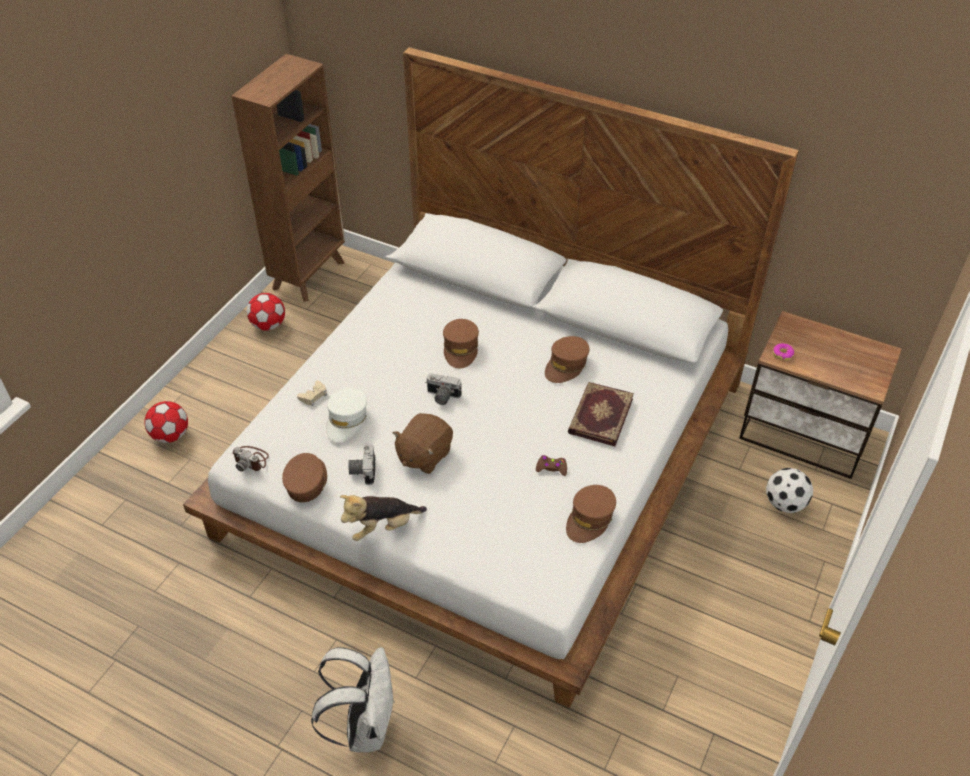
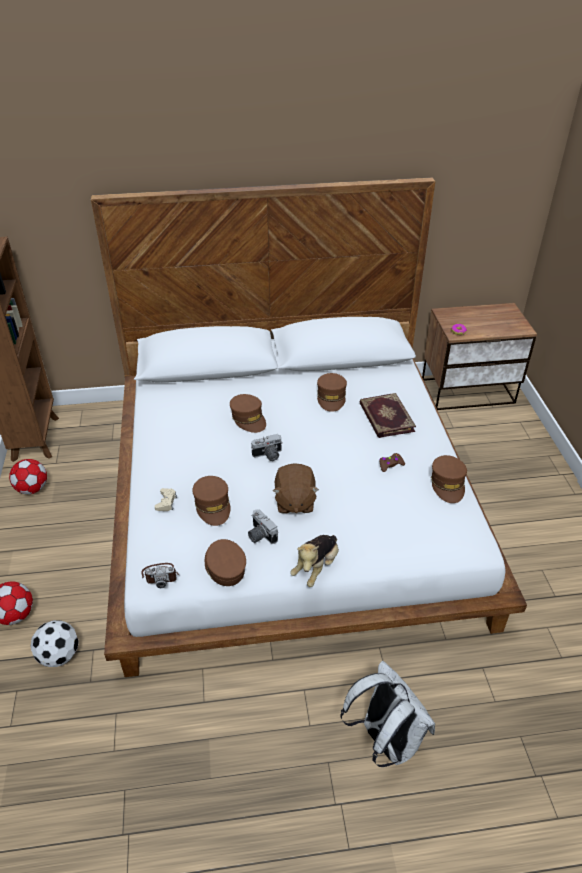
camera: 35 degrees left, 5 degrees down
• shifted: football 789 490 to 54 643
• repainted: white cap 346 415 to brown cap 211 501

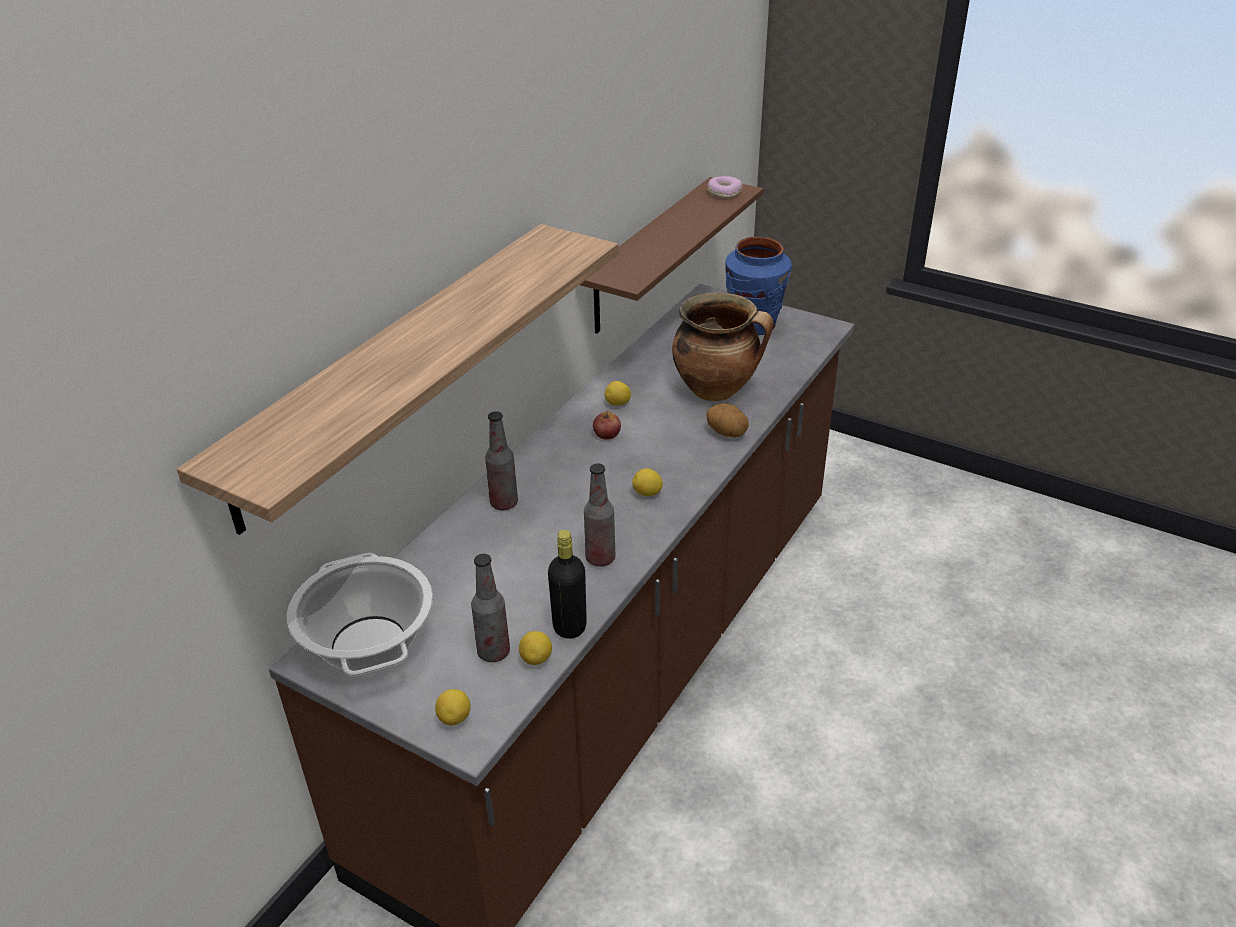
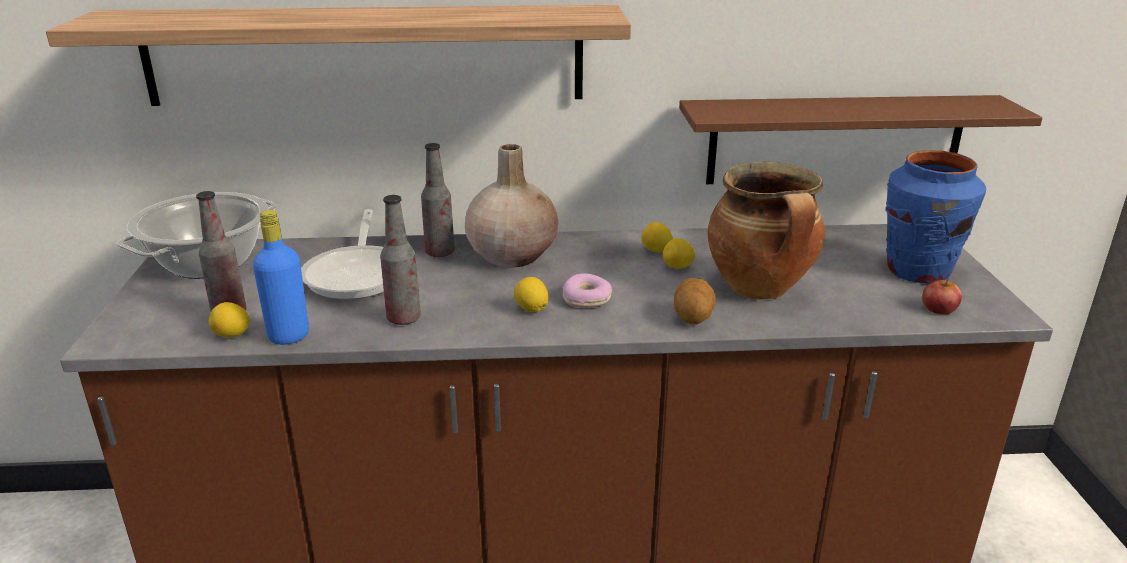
camera: 55 degrees right, 10 degrees down
• new: frying pan 342 254
• new: beige vase 511 206
• shifted: lemon 453 707 to 679 253
• shifted: apple 607 426 to 942 296
• shifted: donut 725 187 to 587 290
• repainted: black bottle 567 584 to blue bottle 281 277

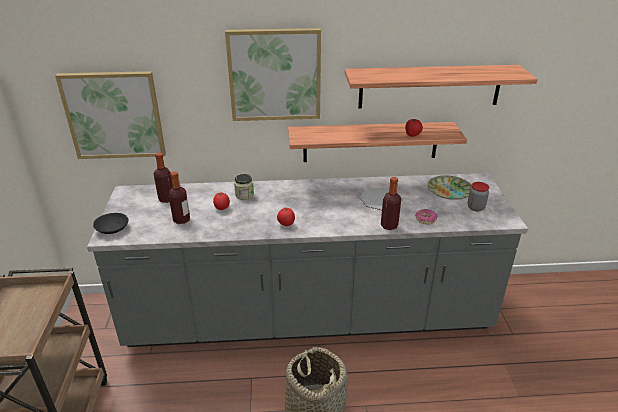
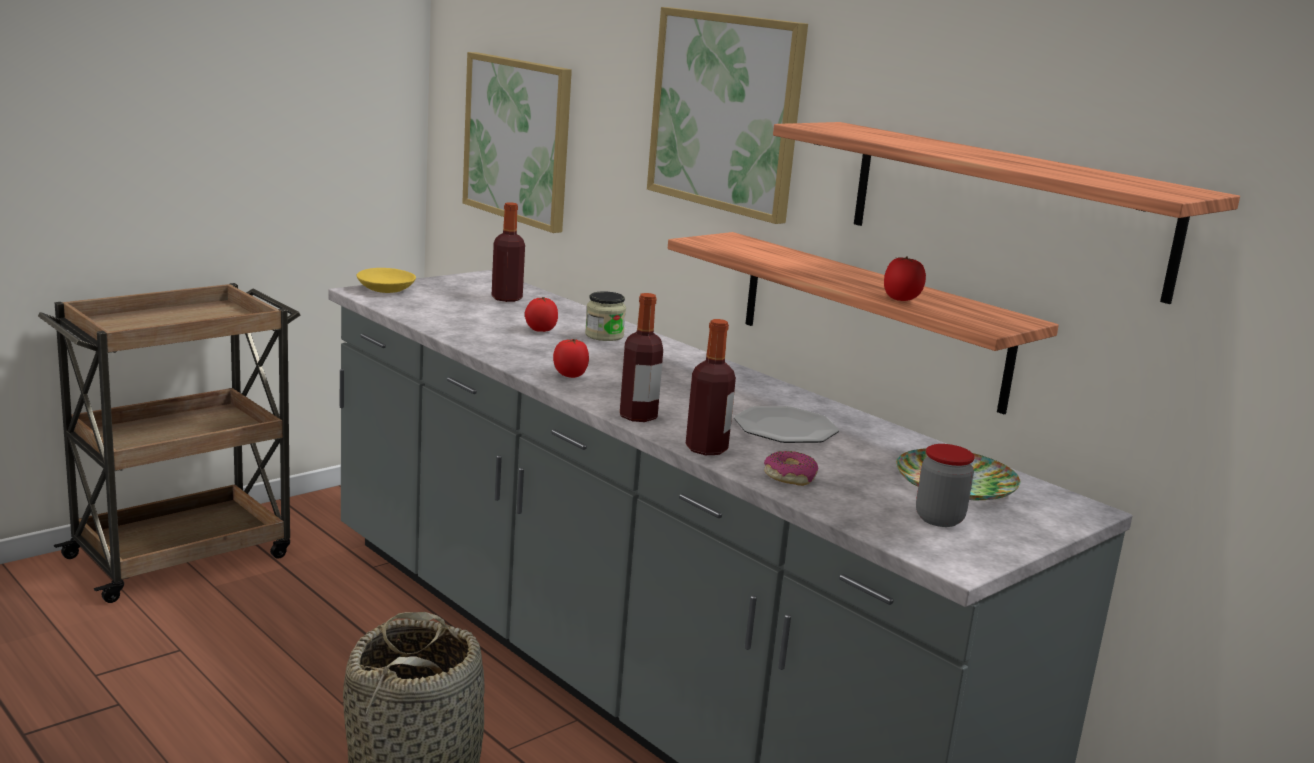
camera: 50 degrees right, 15 degrees down
• shifted: bottle 179 197 to 641 357
• repainted: black bowl 111 223 to yellow bowl 386 280

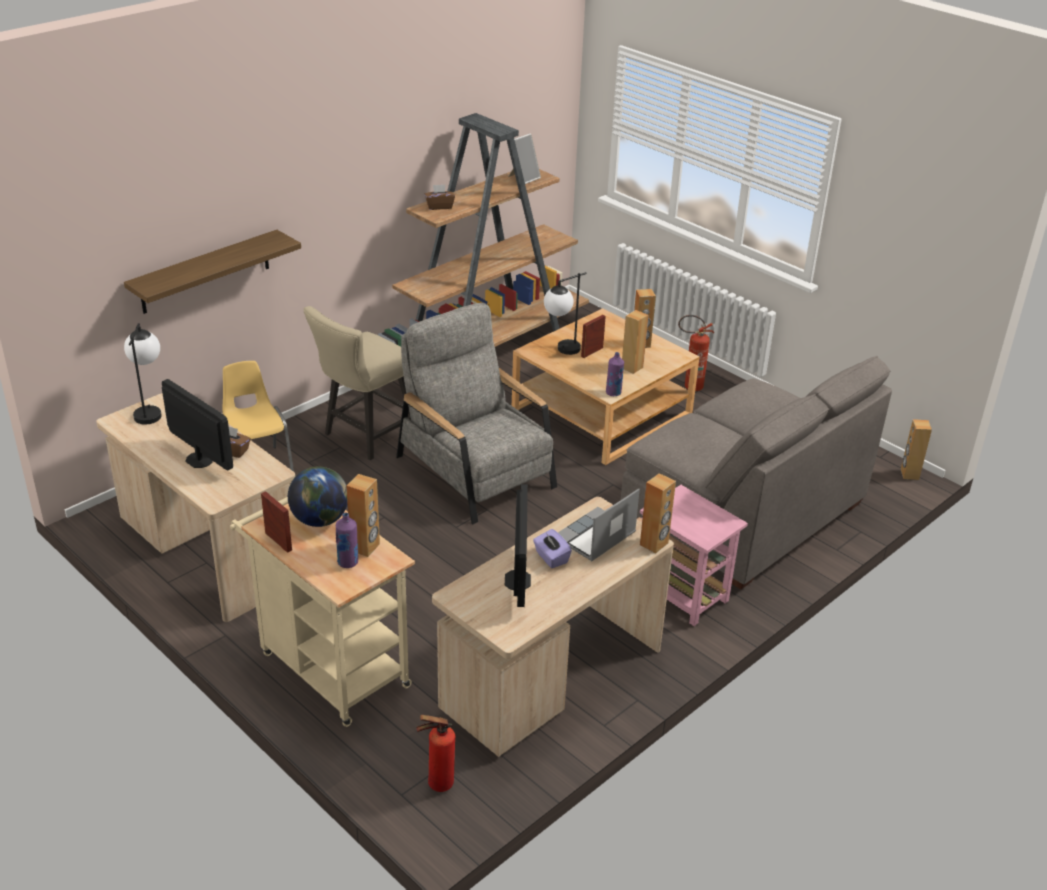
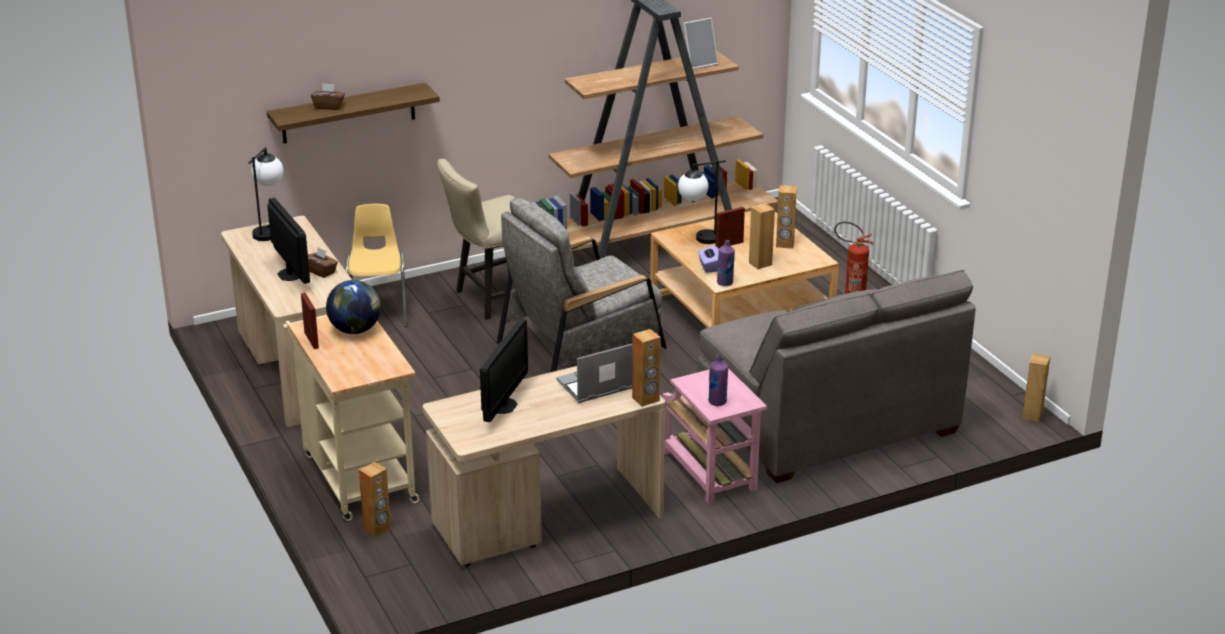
camera: 20 degrees right, 5 degrees down
• gone: fire extinguisher 435 753
• shifted: purple bottle 347 540 to 718 380
• shifted: brown speaker 363 515 to 375 499
• shifted: brown tissue box 439 197 to 328 96
• shifted: purple tissue box 552 548 to 708 258
• rotated: grey armchair 476 414 = 582 285 105 degrees counterclockwise

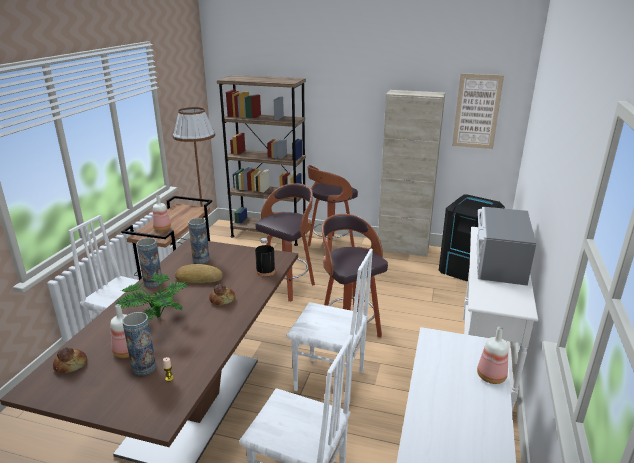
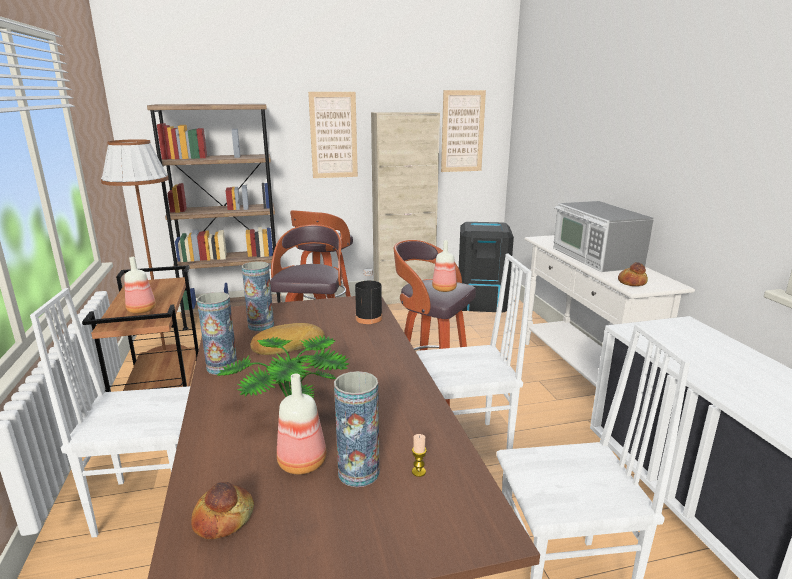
camera: 30 degrees left, 5 degrees down
• new: picture 333 135
• shifted: bread 222 294 to 633 274
• shifted: bottle 492 355 to 444 266

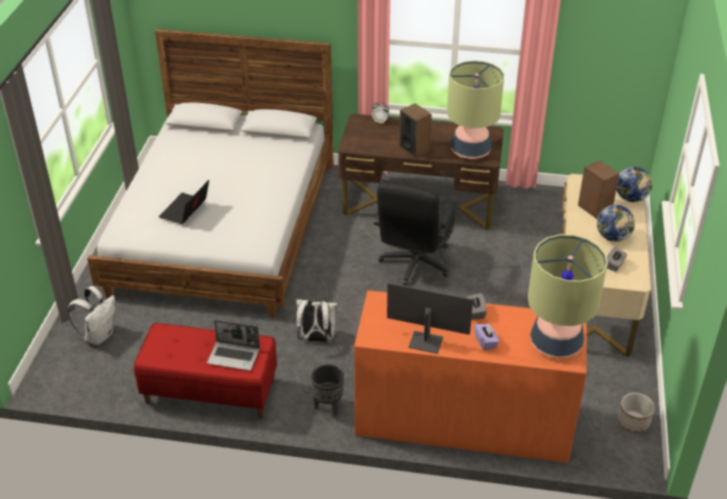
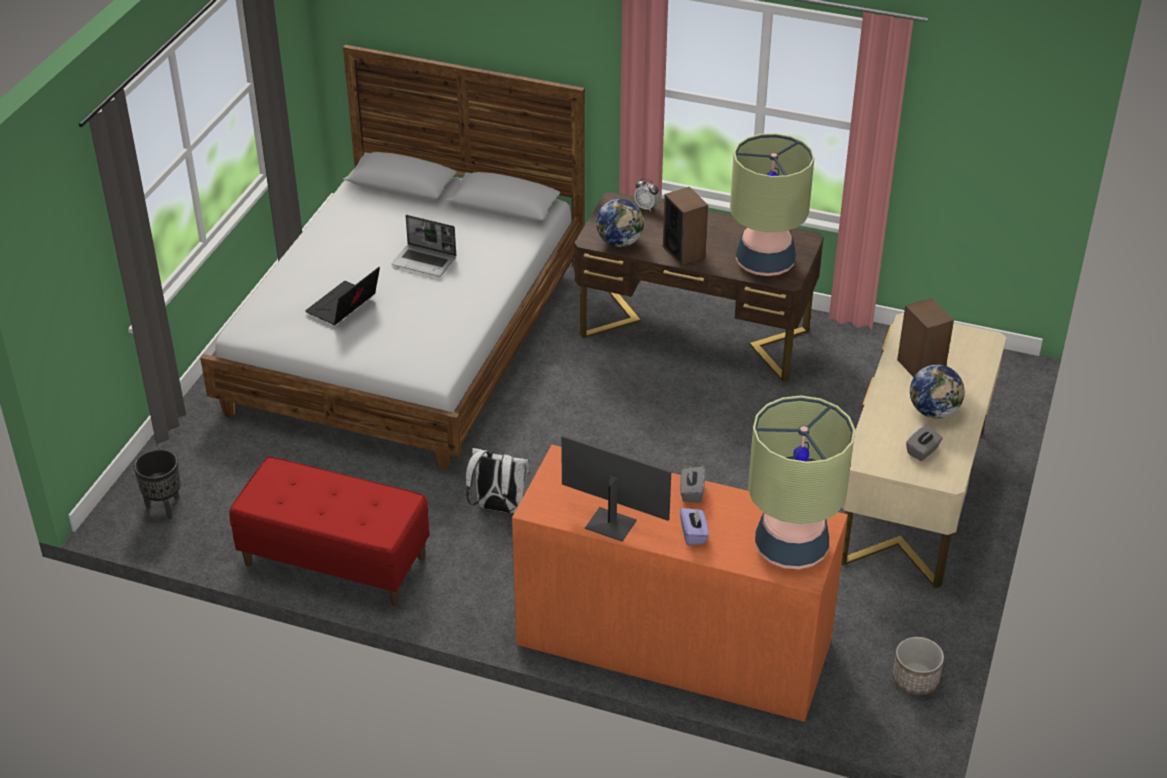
camera: 10 degrees right, 0 degrees up
• gone: white backpack 91 315
• gone: black office chair 415 234
• shifted: laptop 233 345 to 424 246
• shifted: black planter 327 390 to 157 484
• shifted: globe 634 184 to 620 223

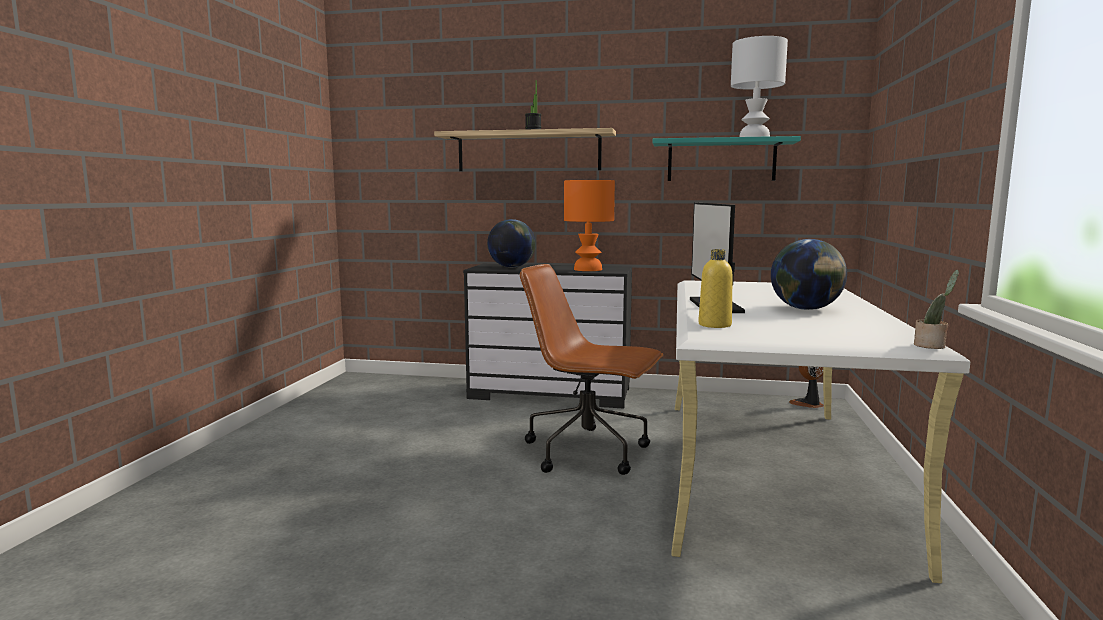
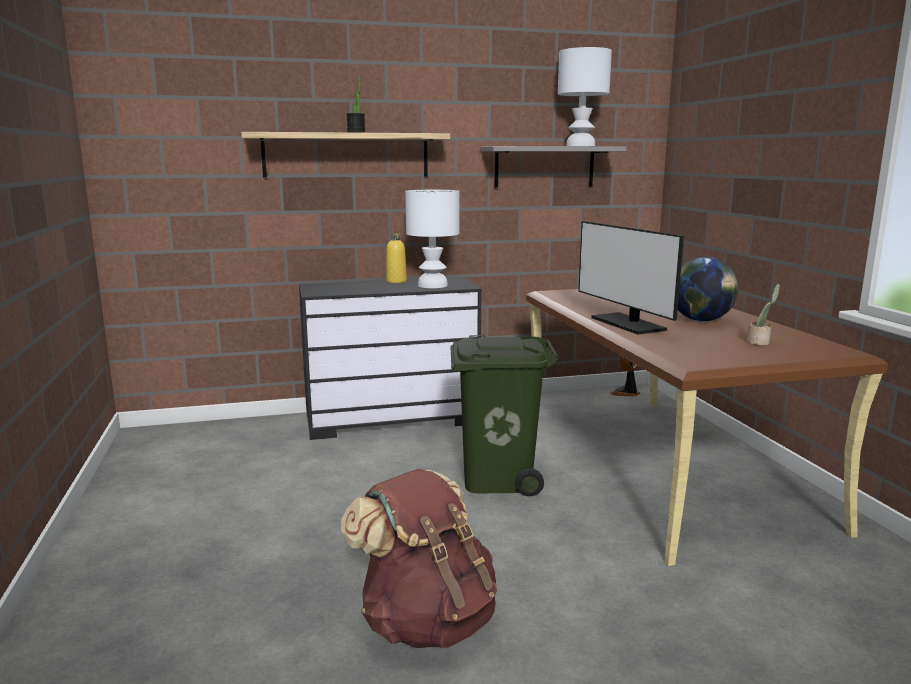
camera: 25 degrees left, 5 degrees up
• gone: globe 511 243
• new: brown backpack 419 558
• shifted: yellow bottle 715 288 to 396 258
• shifted: potted plant 936 309 to 763 314
• swapped: brown office chair 591 369 to green trash can 505 415
• repainted: orange table lamp 589 225 to white table lamp 432 239
• repainted: turquoise shelf 726 158 to grey shelf 553 167
• repainted: white desk 821 431 to brown desk 707 427

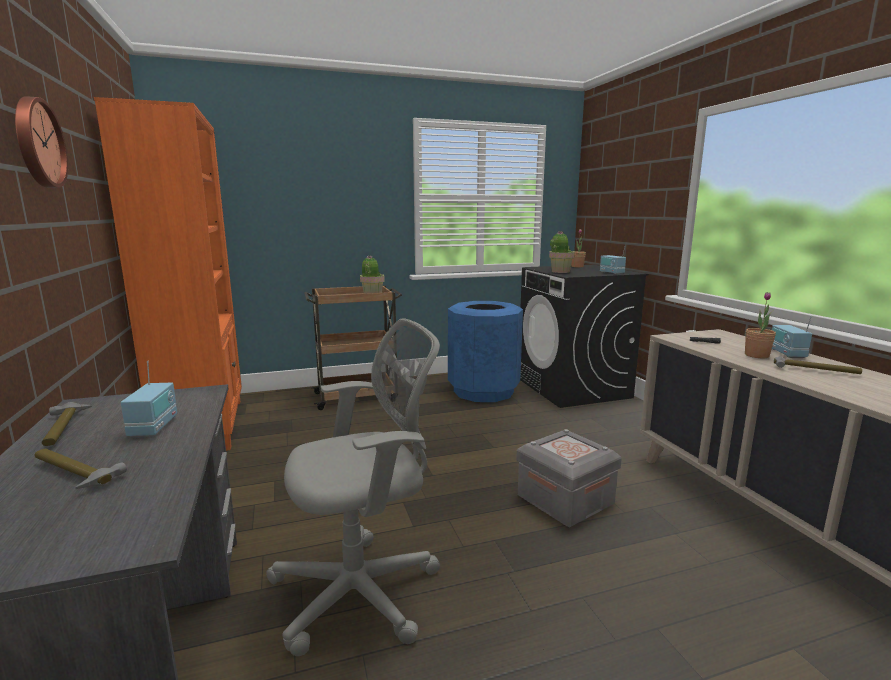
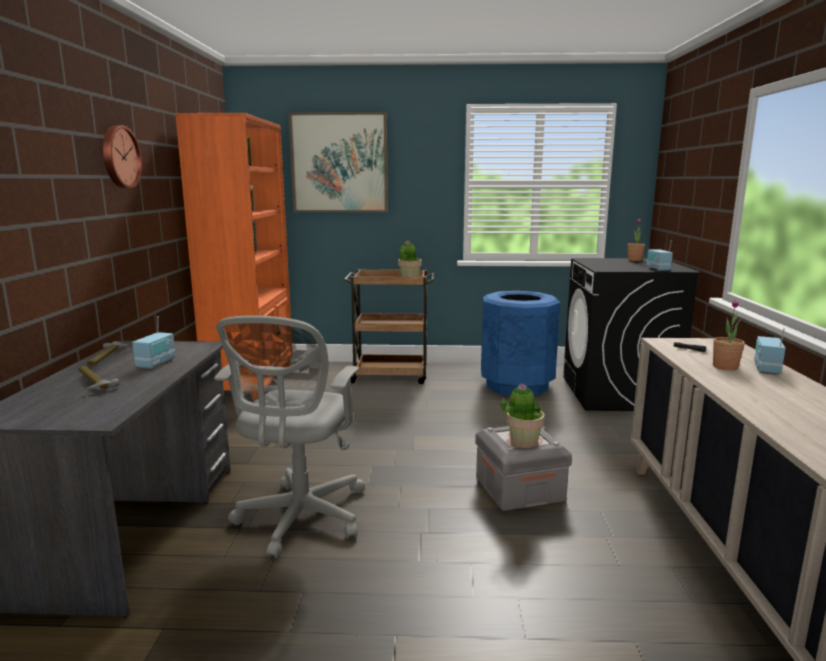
camera: 20 degrees right, 0 degrees up
• gone: hammer 818 365
• new: picture 338 162
• shifted: potted plant 561 252 to 522 415
• rotated: grey office chair 353 487 = 289 436 105 degrees clockwise

